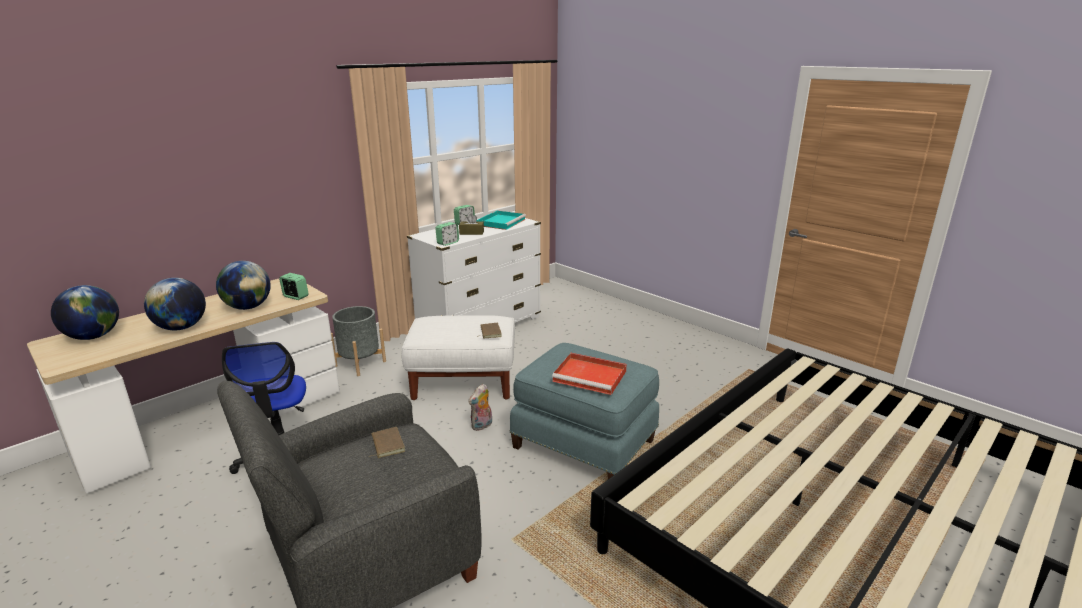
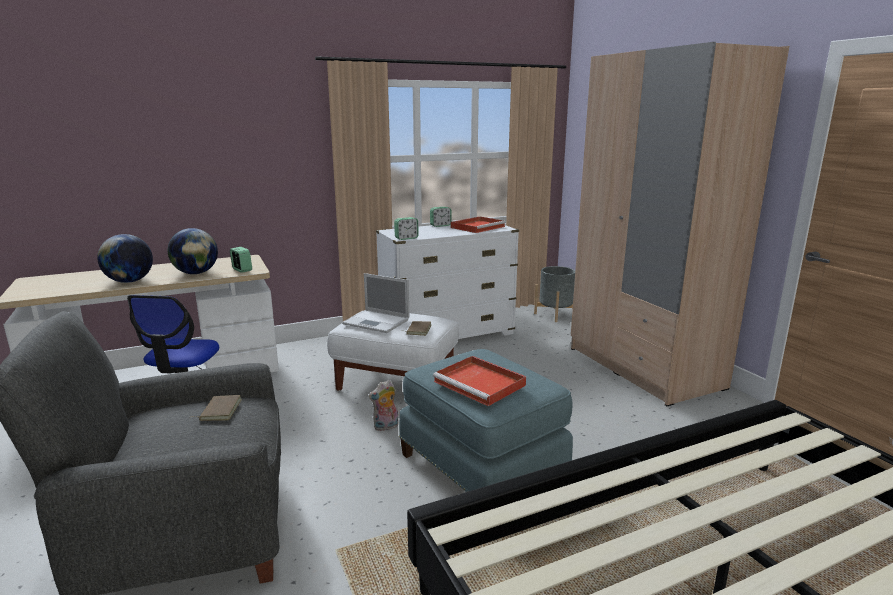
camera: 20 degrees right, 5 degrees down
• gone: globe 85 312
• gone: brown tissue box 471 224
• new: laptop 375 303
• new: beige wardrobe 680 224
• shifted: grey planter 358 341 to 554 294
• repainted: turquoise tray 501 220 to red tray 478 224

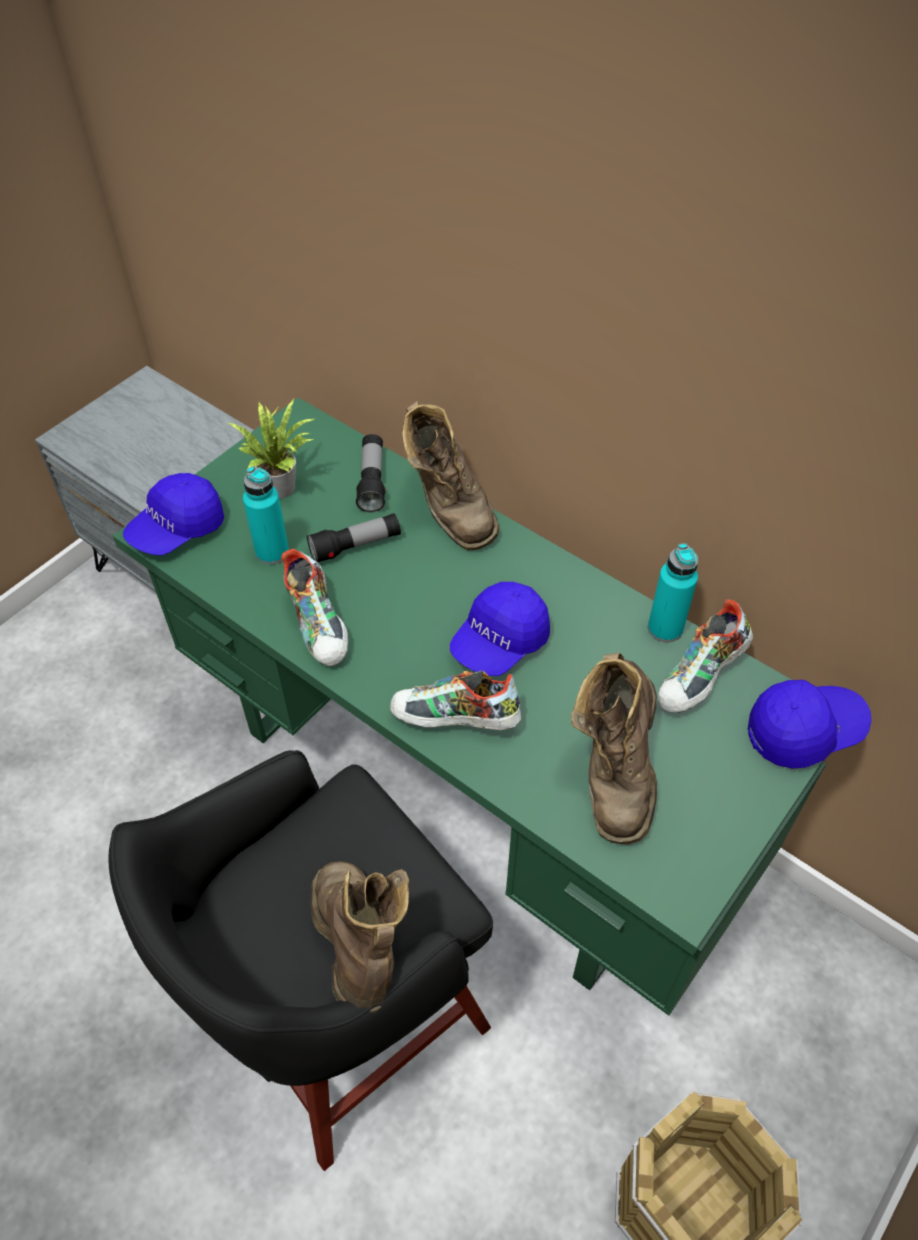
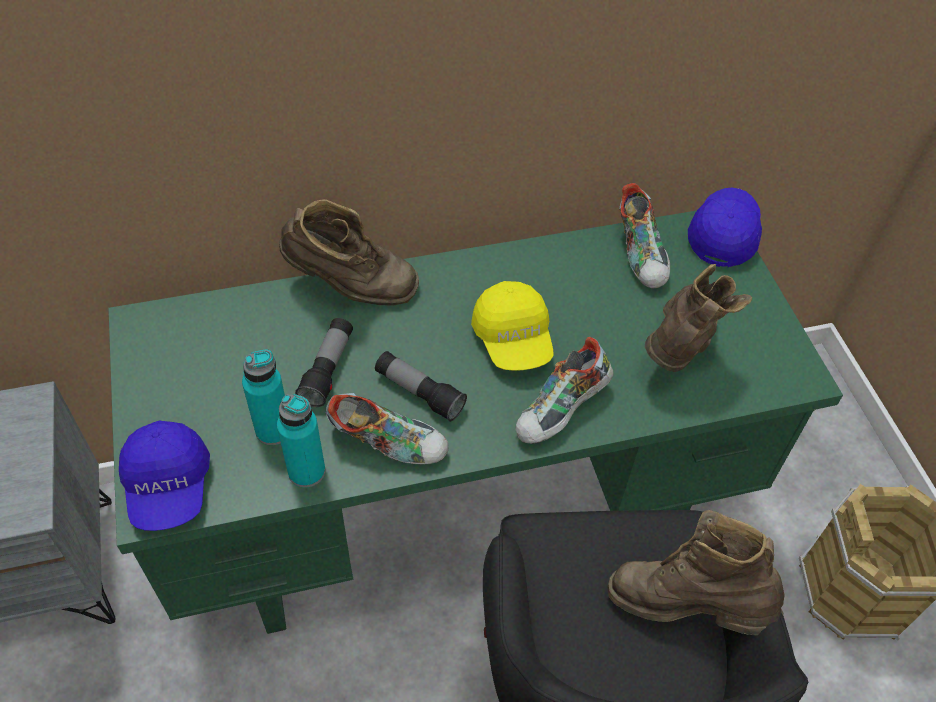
camera: 55 degrees left, 0 degrees up
• gone: potted plant 271 449
• shifted: flashlight 371 473 to 421 386
• shifted: turquoise bottle 673 593 to 301 440
• repainted: blue cap 500 629 to yellow cap 512 326
• rotated: brown boot 614 749 = 698 318 105 degrees counterclockwise

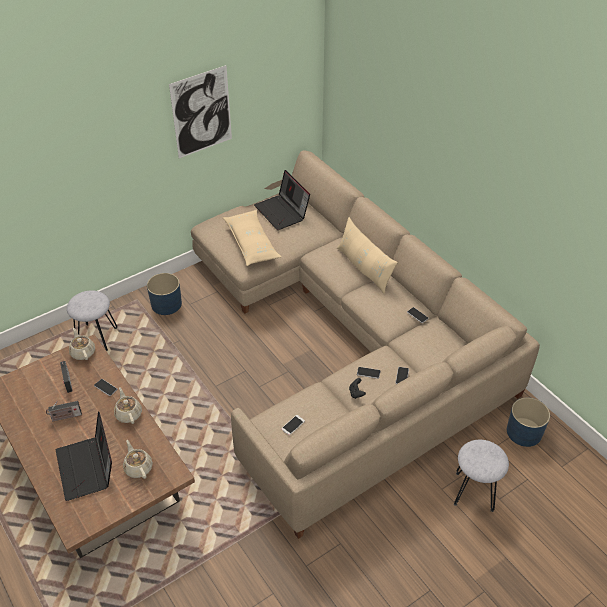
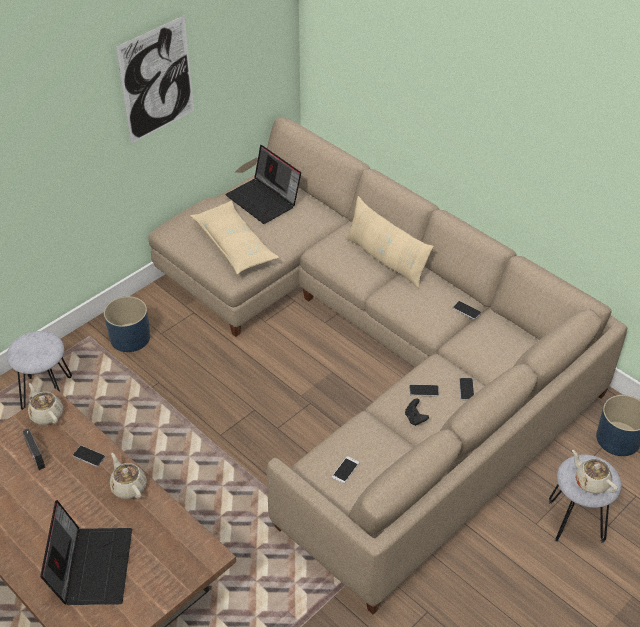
camera: 10 degrees left, 0 degrees up
• gone: radio 64 411
• shifted: beige teapot 138 459 to 595 472
• rotated: laptop 84 456 = 86 552 150 degrees counterclockwise

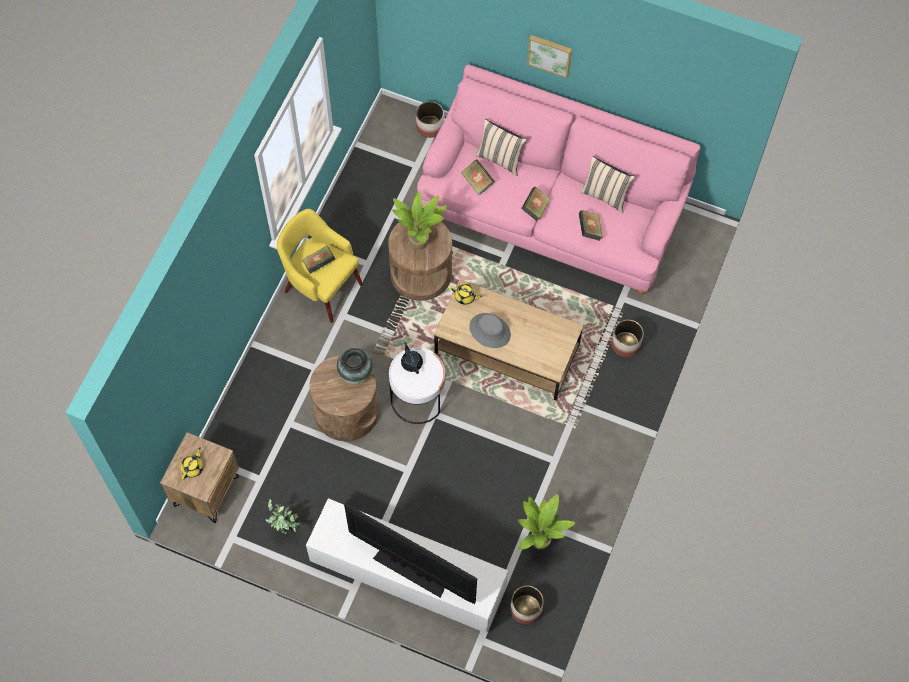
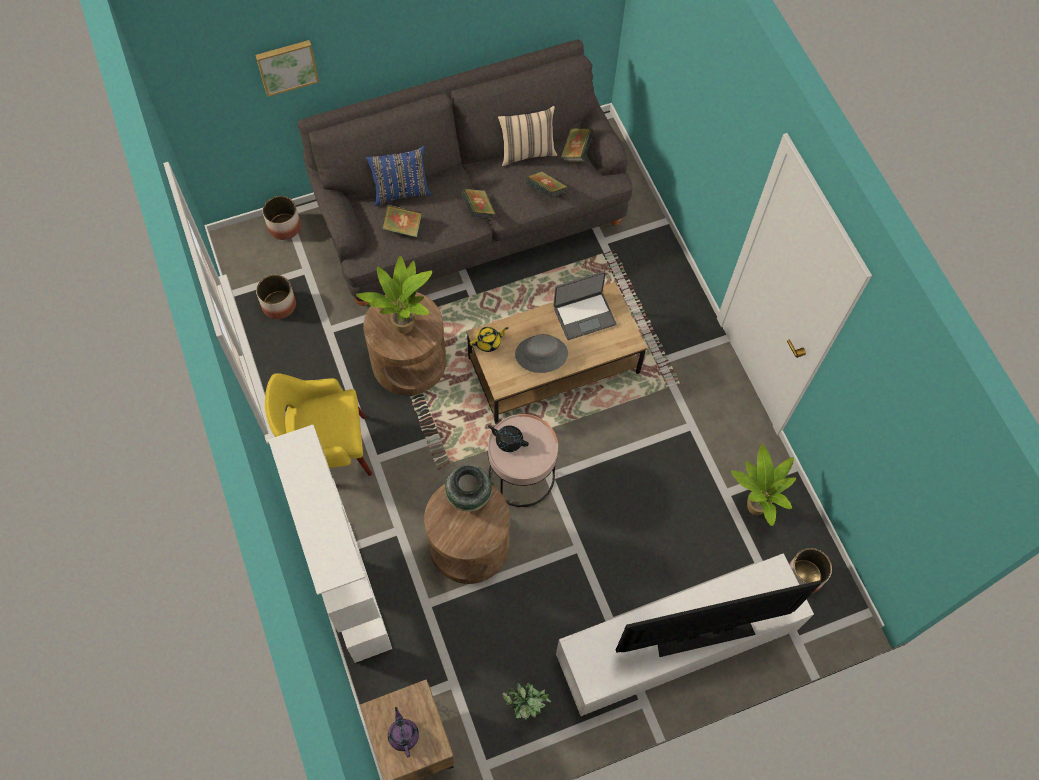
camera: 45 degrees left, 0 degrees up
• new: white bookcase 330 544
• new: laptop 585 305
• shifted: book 318 260 to 577 145
• shifted: picture 549 56 to 287 68
• shifted: planter 627 338 to 276 297
• repainted: yellow teapot 191 463 to purple teapot 403 732
• repainted: white side table 417 386 to pink side table 523 460
• repainted: pink sofa 558 179 to grey sofa 465 172
• repainted: beige pillow 501 147 to blue pillow 399 175

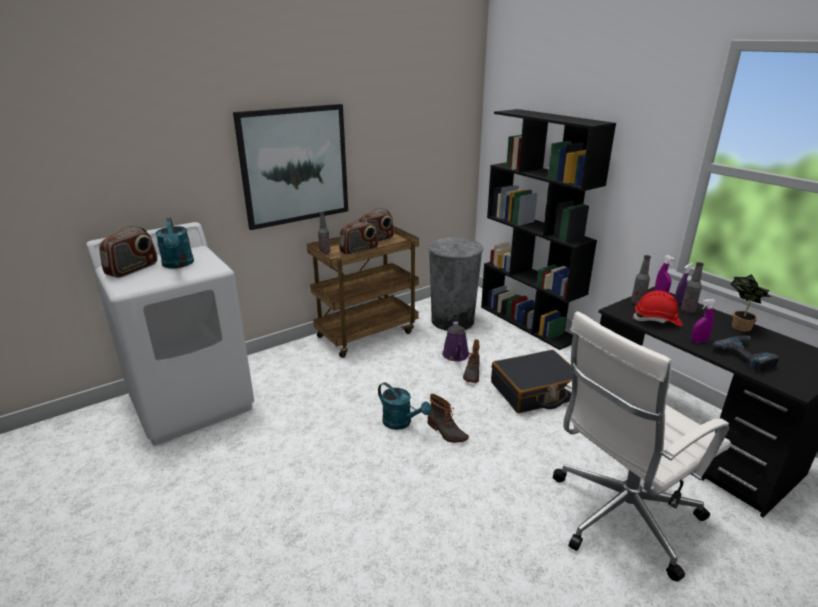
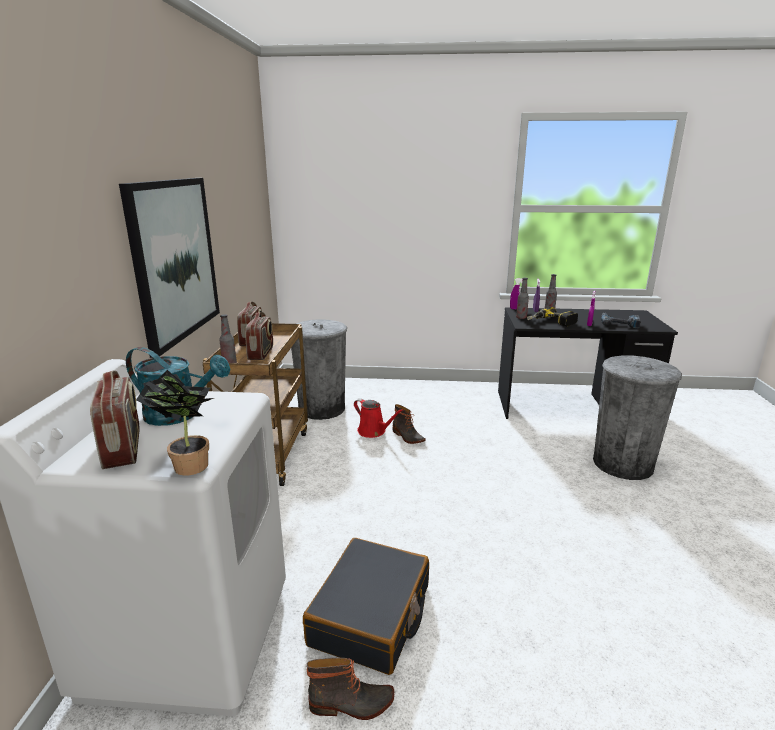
camera: 50 degrees left, 5 degrees down
• gone: turquoise watering can 405 406
• gone: black bookcase 548 229
• shifted: boot 448 418 to 350 689
• shifted: black suitcase 531 381 to 366 606
• shifted: potted plant 751 303 to 175 423
• swapped: white office chair 642 447 to grey trash can 637 418
• swapped: red hard hat 658 308 to power drill 552 316
• repainted: purple watering can 456 341 to red watering can 379 418

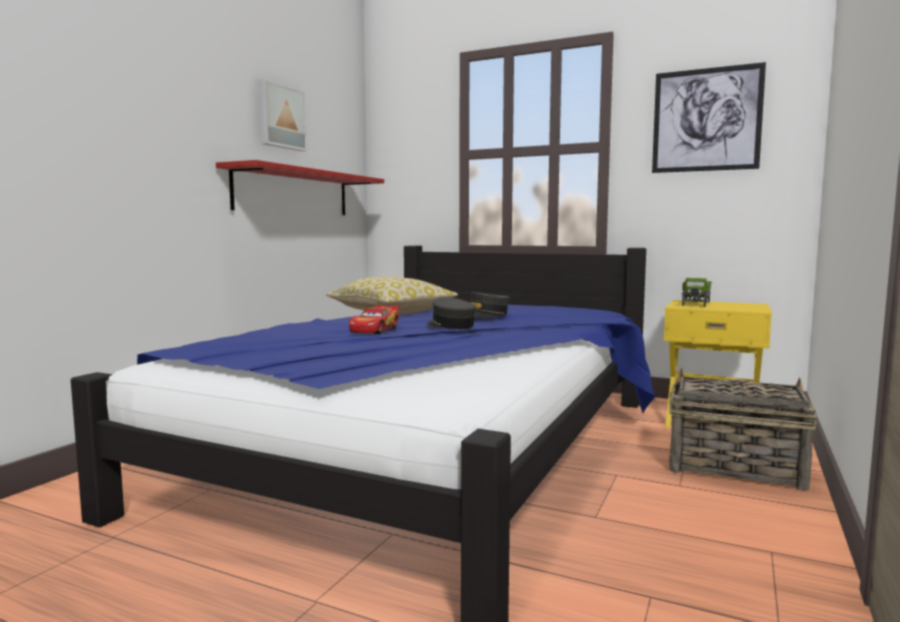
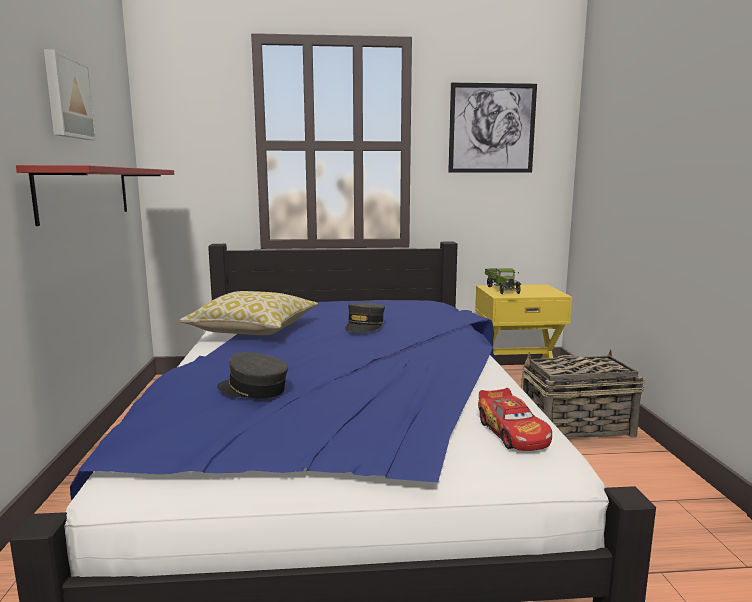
camera: 30 degrees left, 5 degrees up
• shifted: toy car 374 319 to 515 419
• shifted: grey cap 452 313 to 252 375

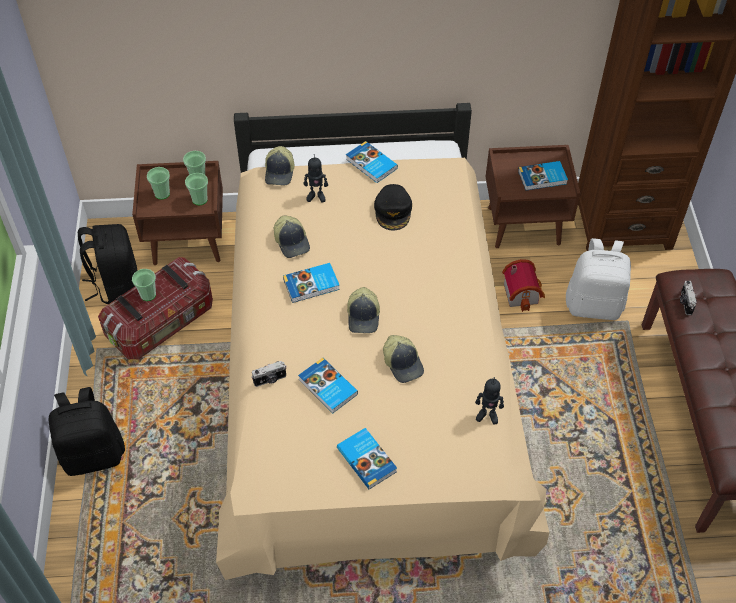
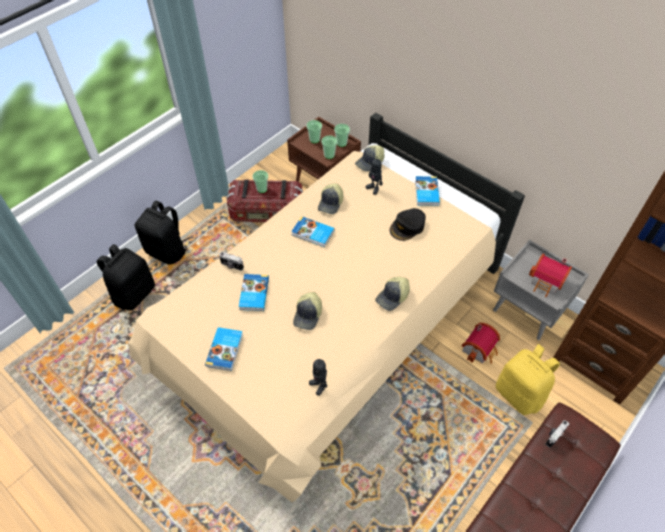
camera: 45 degrees right, 0 degrees up
• shifted: black backpack 108 264 to 126 277
• shifted: cap 363 310 to 392 294
• swapped: book 543 175 to toy house 550 275
• repainted: brown nightstand 533 196 to grey nightstand 541 290
• repainted: white backpack 598 279 to yellow backpack 528 379

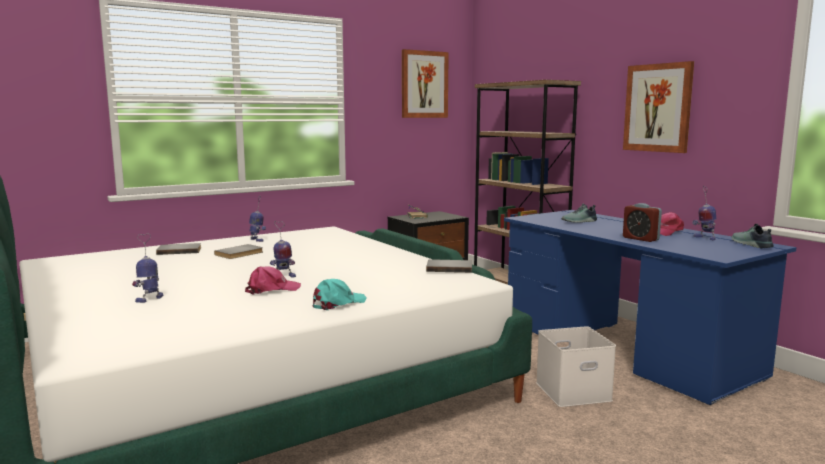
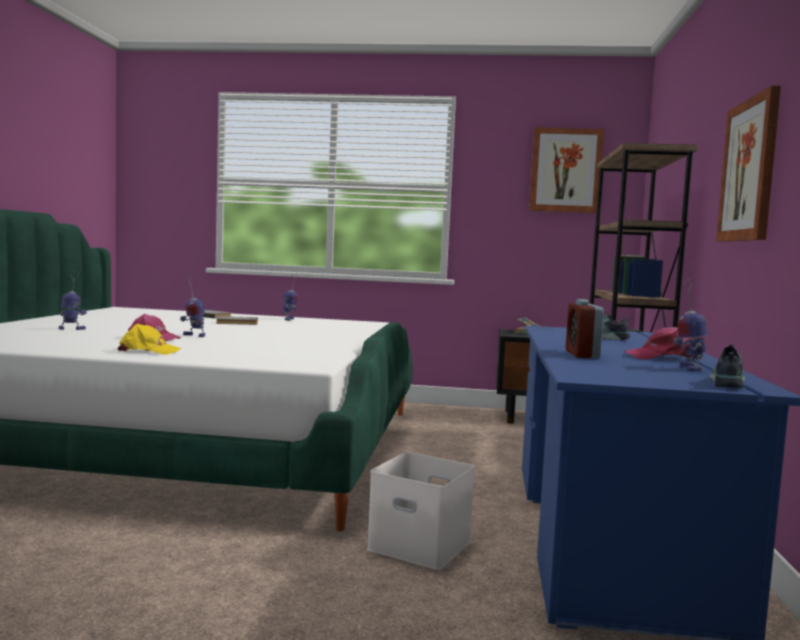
camera: 40 degrees right, 5 degrees down
• gone: grey book 449 266
• repainted: turquoise cap 339 294 to yellow cap 149 339

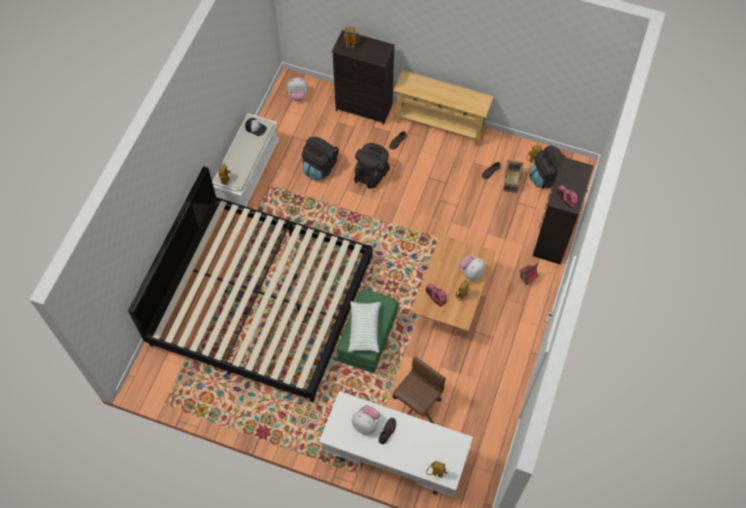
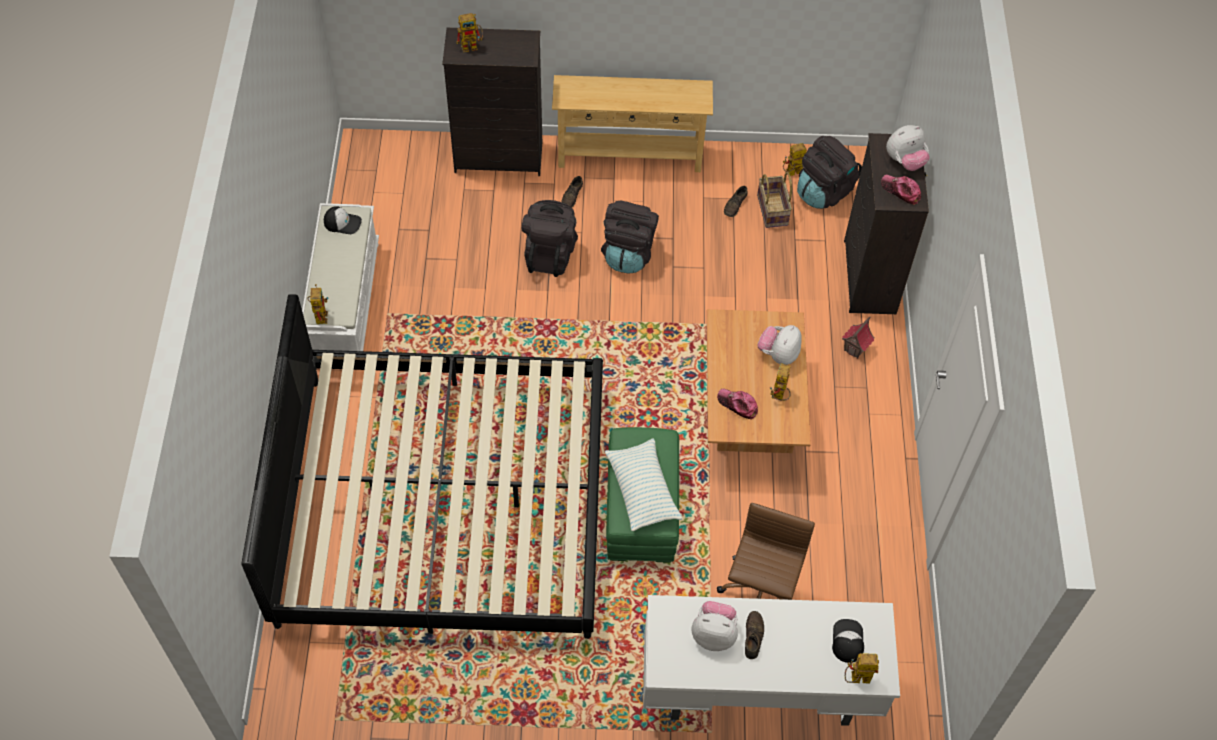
camera: 20 degrees left, 5 degrees down
• new: cap 848 641
• shifted: plush toy 297 89 to 908 148
• shifted: black backpack 320 158 to 630 237

